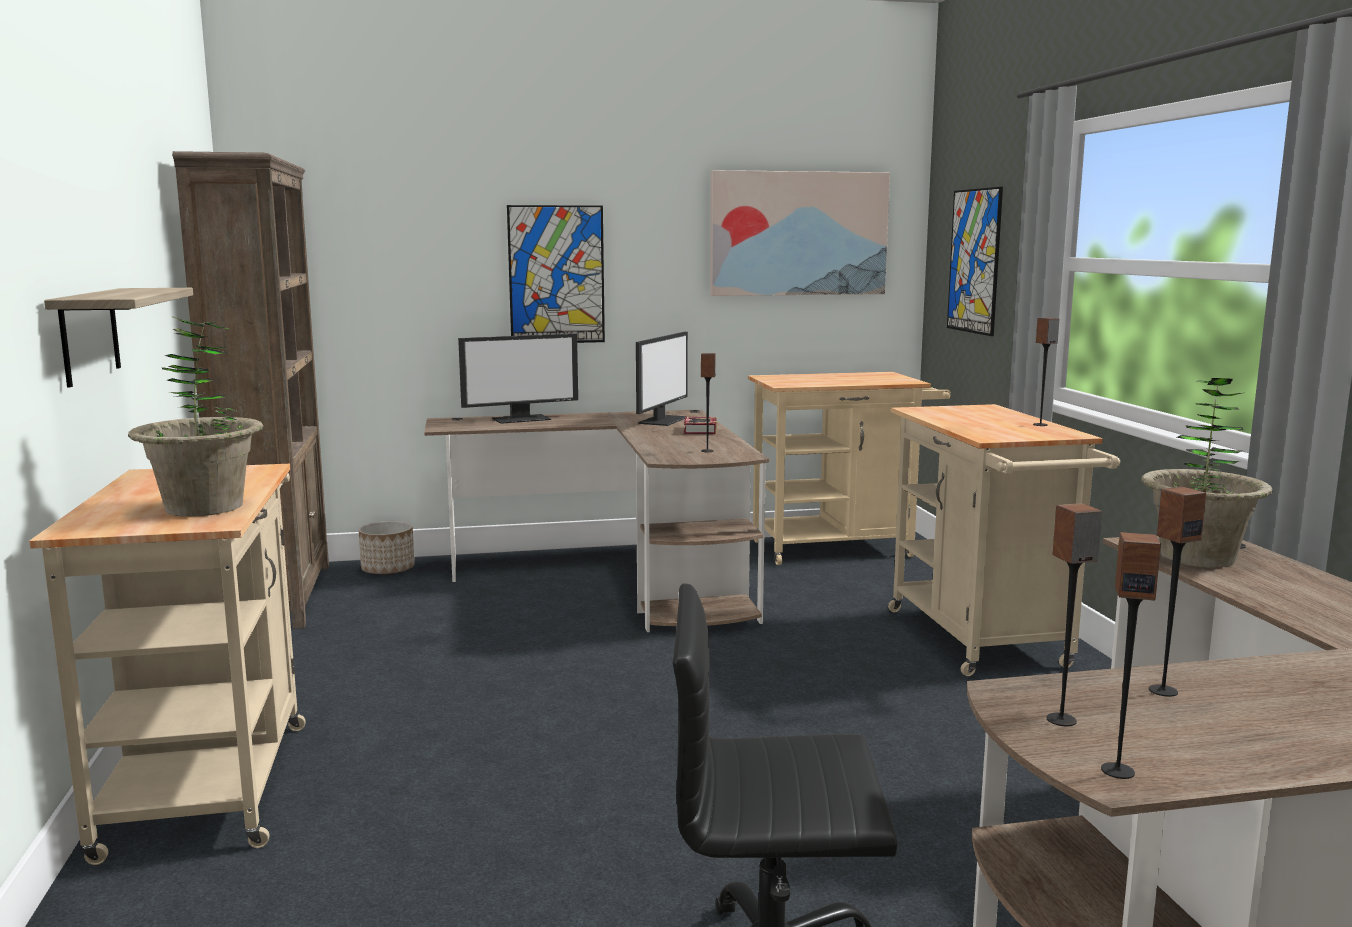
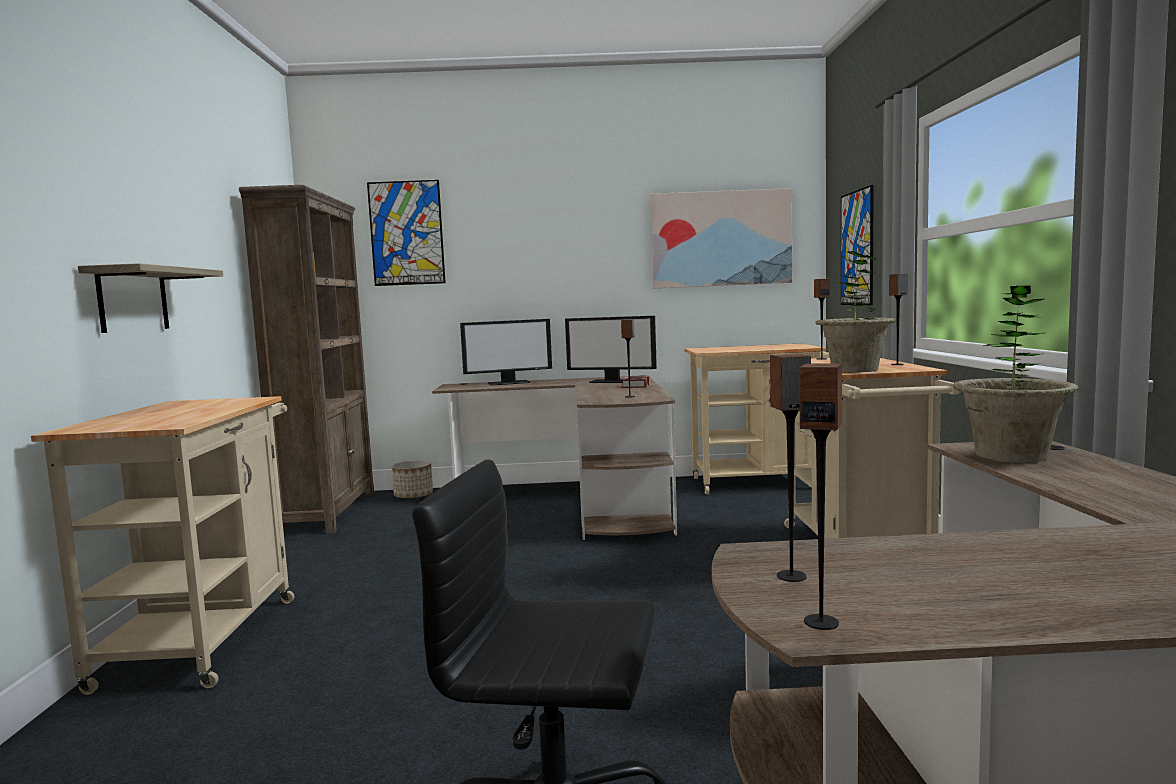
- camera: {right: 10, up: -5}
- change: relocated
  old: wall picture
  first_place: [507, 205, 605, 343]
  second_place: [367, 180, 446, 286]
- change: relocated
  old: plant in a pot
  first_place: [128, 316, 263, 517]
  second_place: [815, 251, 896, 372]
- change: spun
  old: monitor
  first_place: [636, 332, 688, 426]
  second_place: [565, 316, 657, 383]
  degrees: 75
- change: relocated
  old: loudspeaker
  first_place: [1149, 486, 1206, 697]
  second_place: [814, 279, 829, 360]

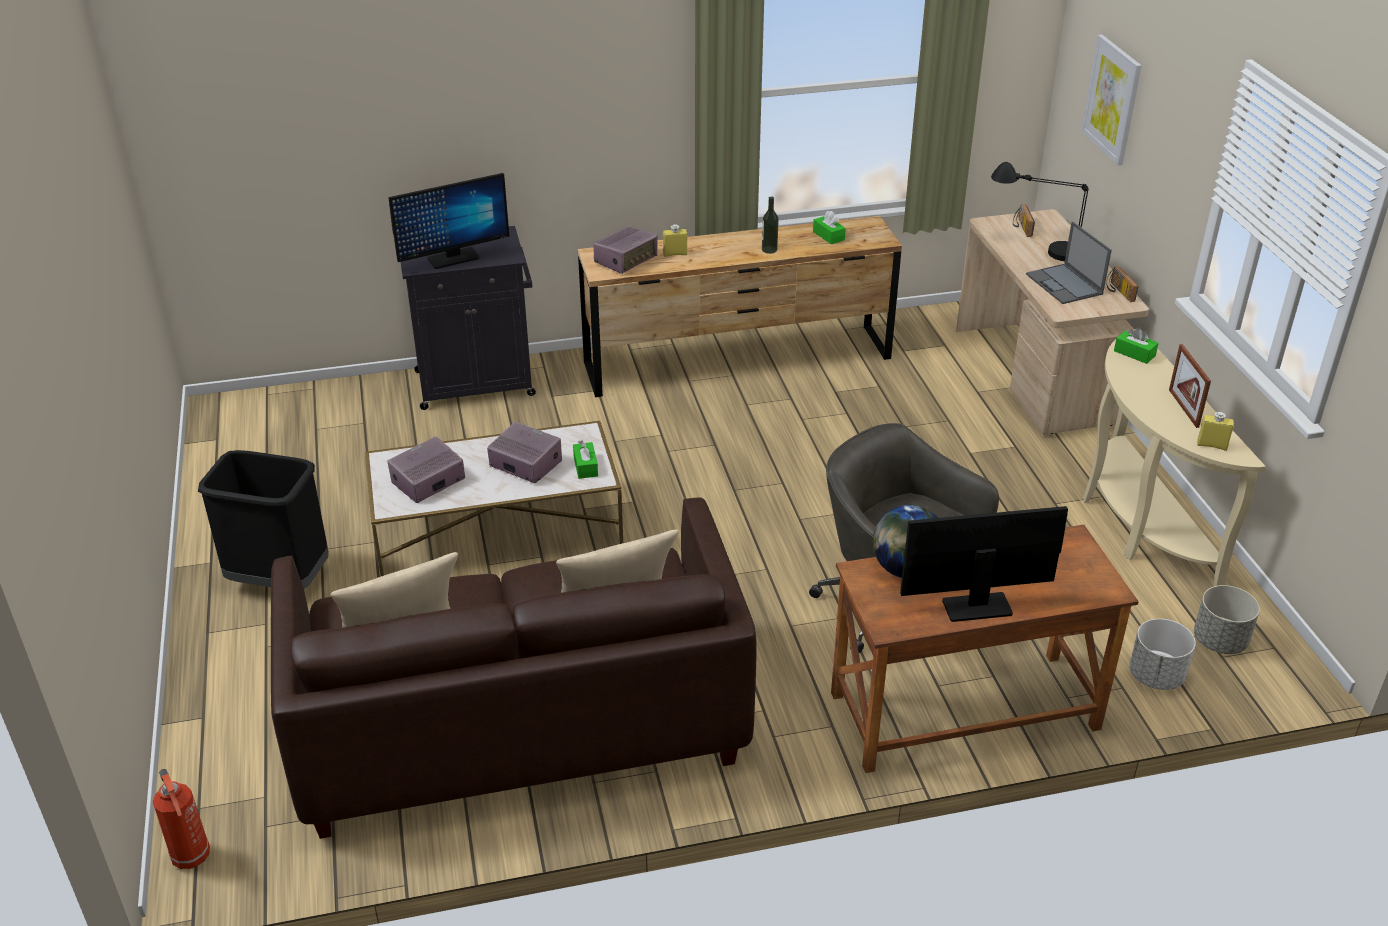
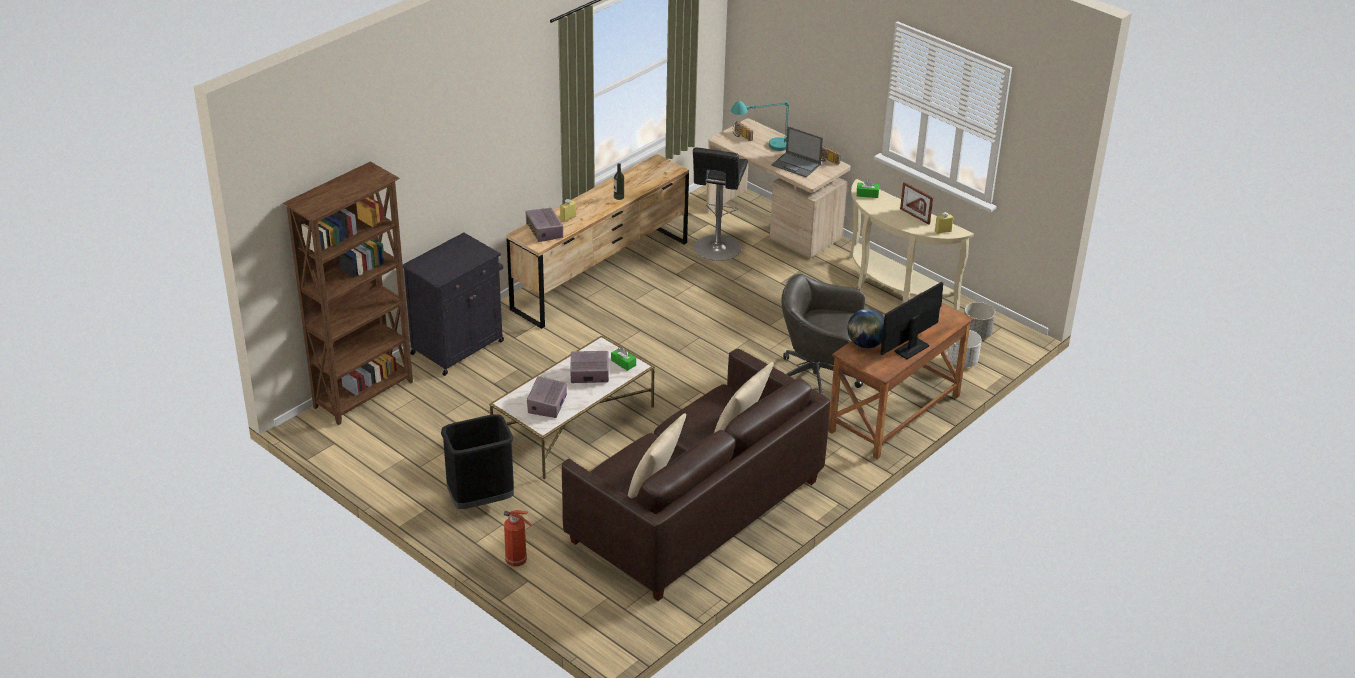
- camera: {right: -35, up: 0}
- change: missing
  old: wall picture
  first_place: [1081, 35, 1142, 165]
- change: colour
  old: black lamp for a table
  new: blue-green lamp for a table
  first_place: [991, 162, 1089, 261]
  second_place: [731, 101, 789, 151]
- change: missing
  old: monitor
  first_place: [388, 173, 509, 269]
- change: missing
  old: green tissue holder
  first_place: [813, 211, 846, 244]
- change: spun
  old: radio receiver
  first_place: [593, 226, 658, 274]
  second_place: [526, 208, 563, 242]
  degrees: 150
- change: relocated
  old: extinguisher
  first_place: [153, 769, 210, 869]
  second_place: [504, 510, 532, 567]
- change: appeared
  new: black sitting stool
  second_place: [693, 148, 748, 261]
- change: appeared
  new: brown-coloured shelving unit
  second_place: [283, 161, 413, 425]

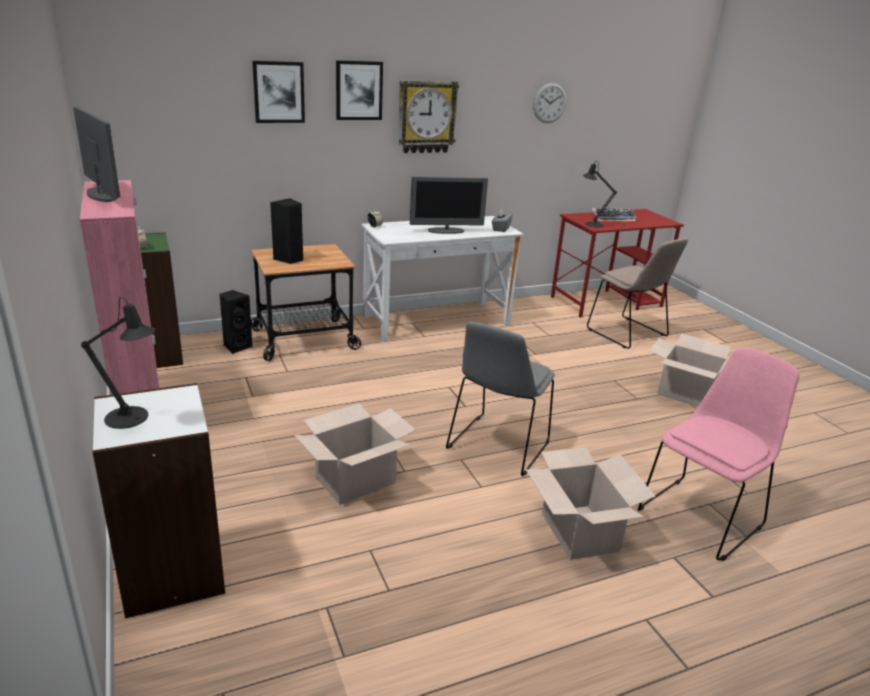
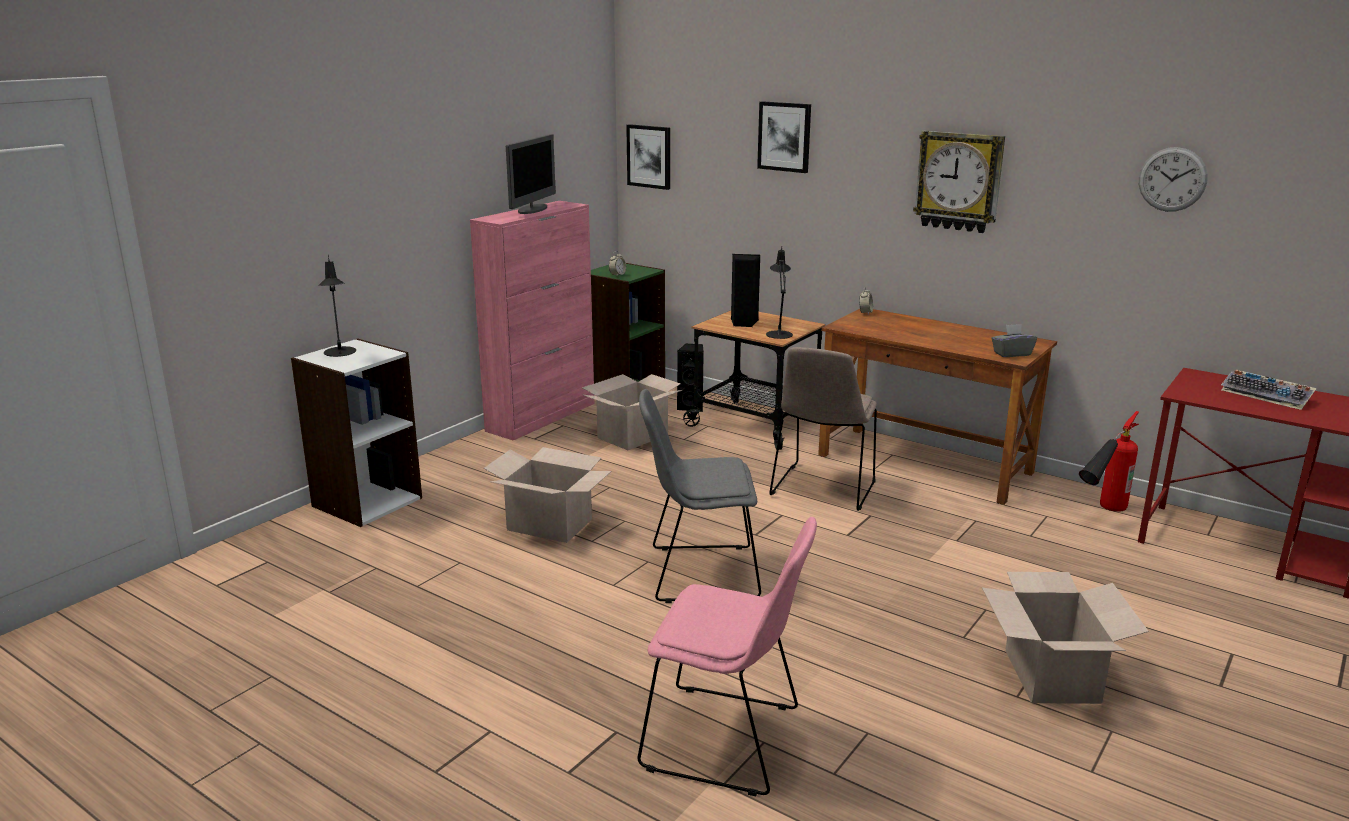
- camera: {right: 60, up: -5}
- change: relocated
  old: wall picture
  first_place: [336, 60, 383, 120]
  second_place: [626, 124, 670, 190]
- change: relocated
  old: black lamp for a table
  first_place: [583, 162, 617, 228]
  second_place: [766, 247, 793, 339]
- change: missing
  old: monitor
  first_place: [410, 176, 488, 234]
- change: colour
  old: white desk
  new: brown-coloured desk
  first_place: [361, 216, 524, 342]
  second_place: [818, 309, 1057, 505]
- change: relocated
  old: beige plain chair
  first_place: [587, 238, 688, 349]
  second_place: [770, 347, 877, 511]
- change: relocated
  old: packing box
  first_place: [525, 447, 656, 560]
  second_place: [582, 374, 682, 450]
- change: appeared
  new: extinguisher
  second_place: [1079, 411, 1139, 512]

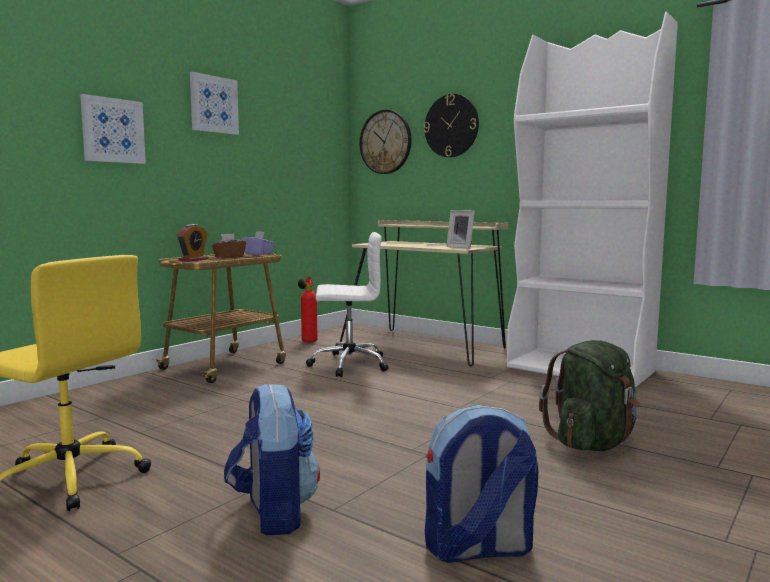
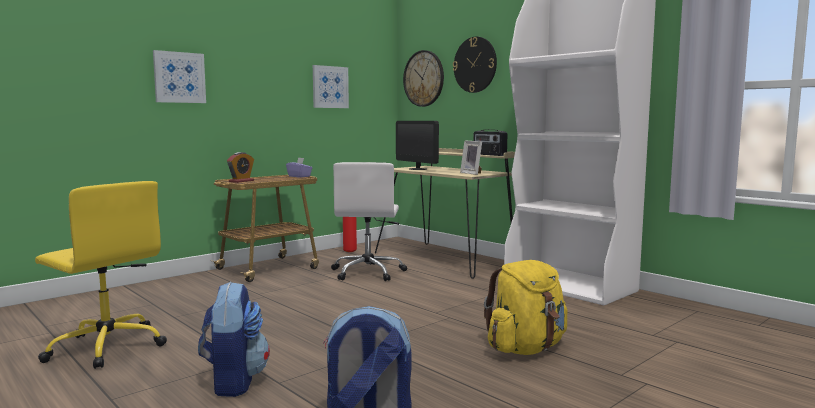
- camera: {right: 10, up: 0}
- change: relocated
  old: wall picture
  first_place: [190, 72, 239, 135]
  second_place: [313, 65, 349, 108]
- change: spun
  old: white desk chair
  first_place: [306, 232, 389, 377]
  second_place: [331, 162, 407, 281]
  degrees: 90
- change: missing
  old: brown-coloured tissue holder
  first_place: [212, 233, 246, 258]
- change: colour
  old: green knapsack
  new: yellowish knapsack
  first_place: [539, 340, 641, 451]
  second_place: [484, 260, 567, 355]
- change: appeared
  new: monitor
  second_place: [396, 121, 439, 170]
- change: appeared
  new: radio receiver
  second_place: [473, 130, 507, 156]

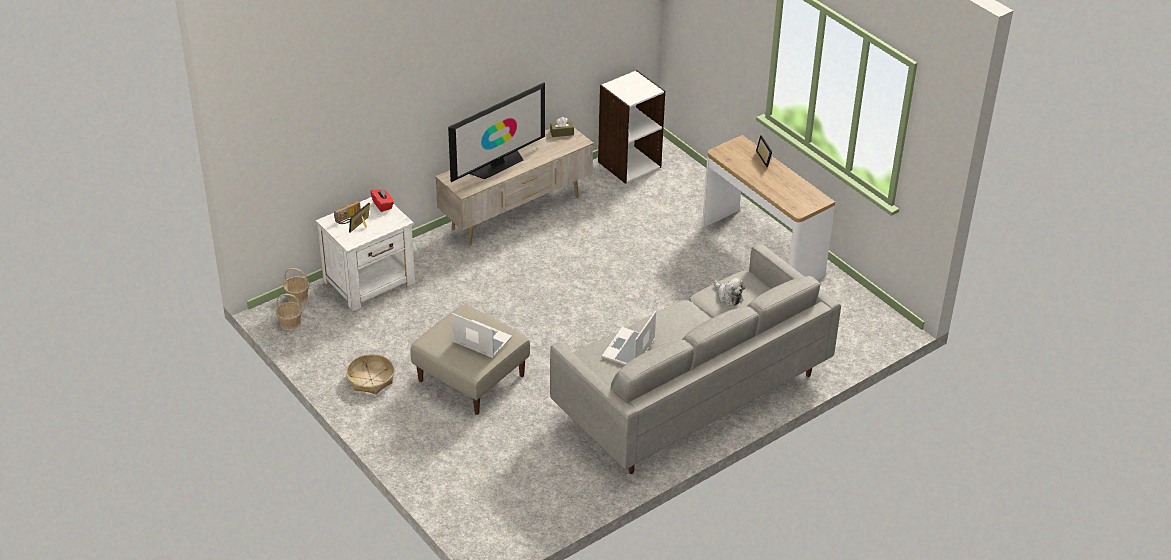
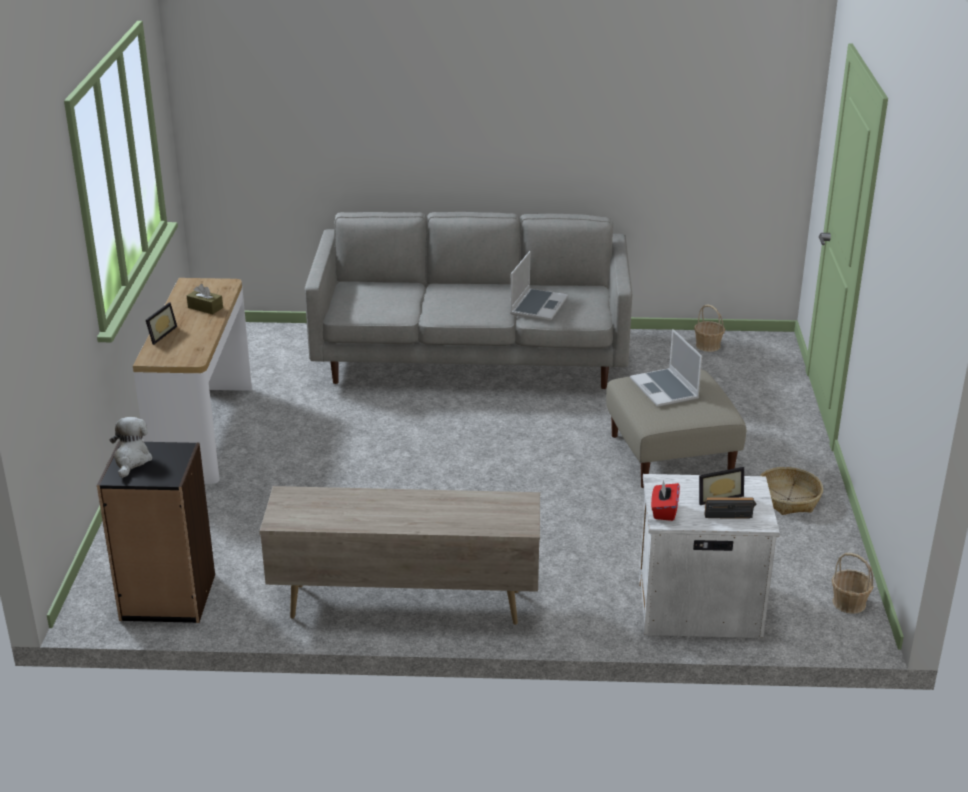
- camera: {right: -140, up: -10}
- change: colour
  old: white shelving unit
  new: black shelving unit
  first_place: [598, 70, 665, 184]
  second_place: [97, 441, 215, 623]
- change: missing
  old: TV set
  first_place: [448, 82, 545, 182]
- change: relocated
  old: brown-coloured tissue holder
  first_place: [550, 117, 574, 137]
  second_place: [187, 284, 223, 314]
- change: relocated
  old: household basket
  first_place: [283, 268, 309, 304]
  second_place: [694, 304, 725, 352]
- change: relocated
  old: cuddly toy
  first_place: [714, 278, 745, 306]
  second_place: [110, 417, 153, 478]
- change: spun
  old: notebook computer
  first_place: [602, 311, 656, 365]
  second_place: [510, 251, 568, 321]
  degrees: -45

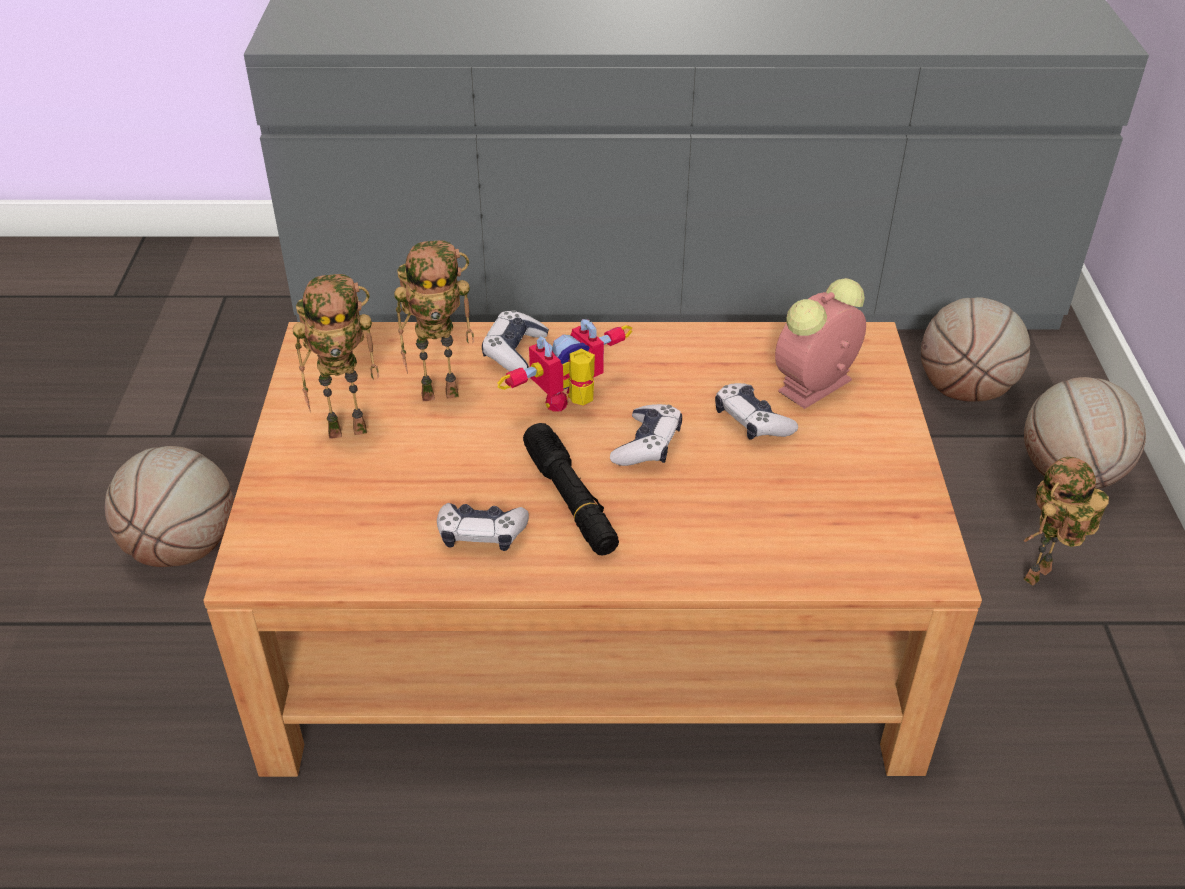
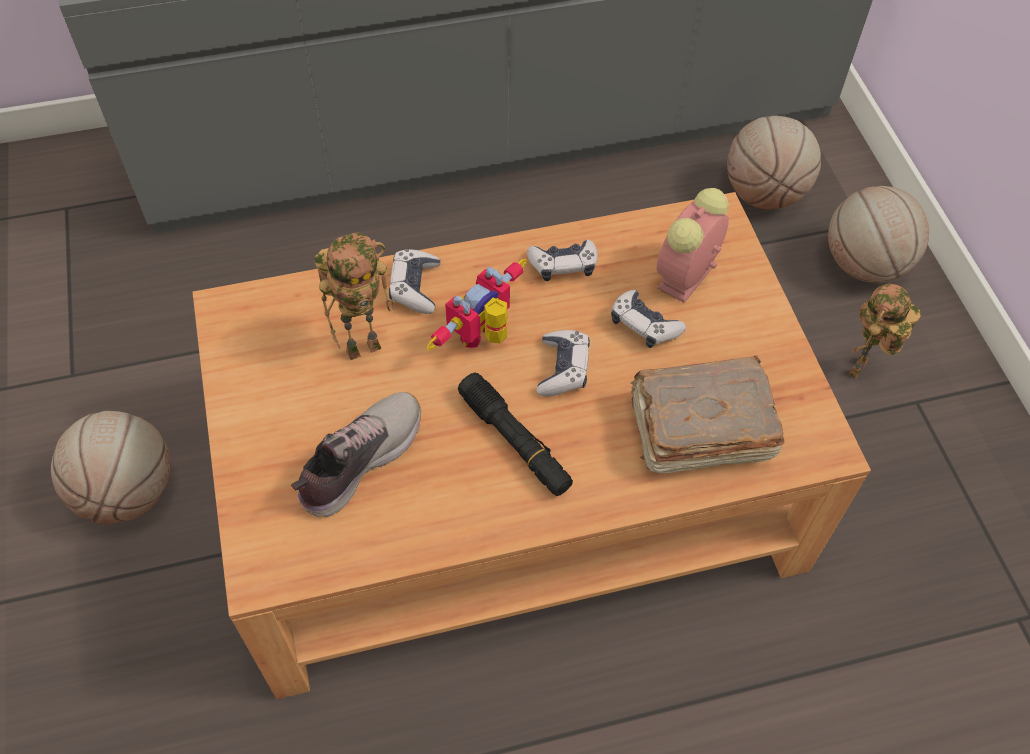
- camera: {right: -15, up: 15}
- change: missing
  old: model robot
  first_place: [293, 274, 379, 439]
- change: relocated
  old: game controller
  first_place: [437, 503, 529, 551]
  second_place: [527, 240, 598, 281]
- change: appeared
  new: brown-coloured volume
  second_place: [630, 355, 785, 473]
- change: appeared
  new: item of footwear
  second_place: [291, 392, 421, 517]

